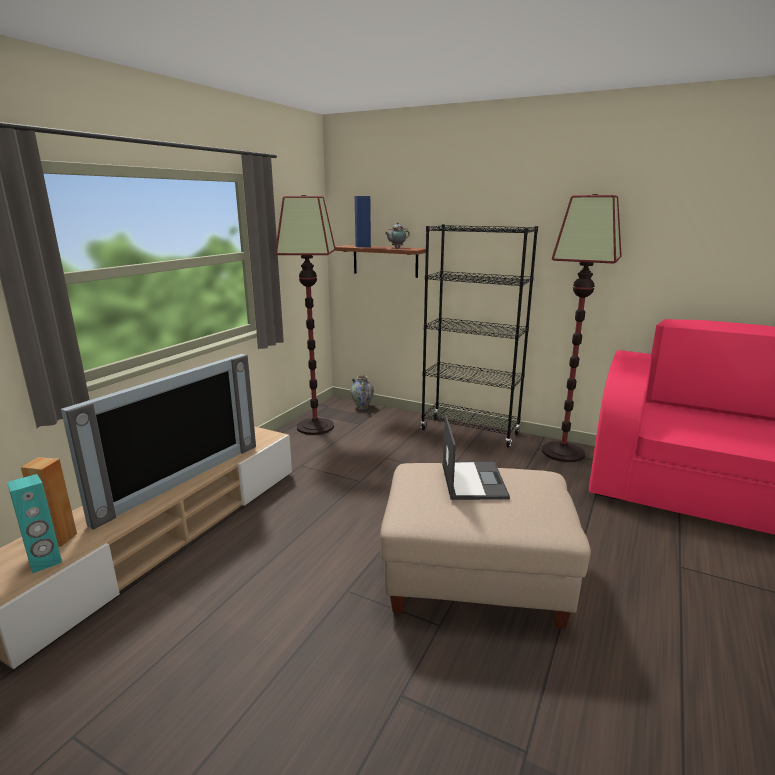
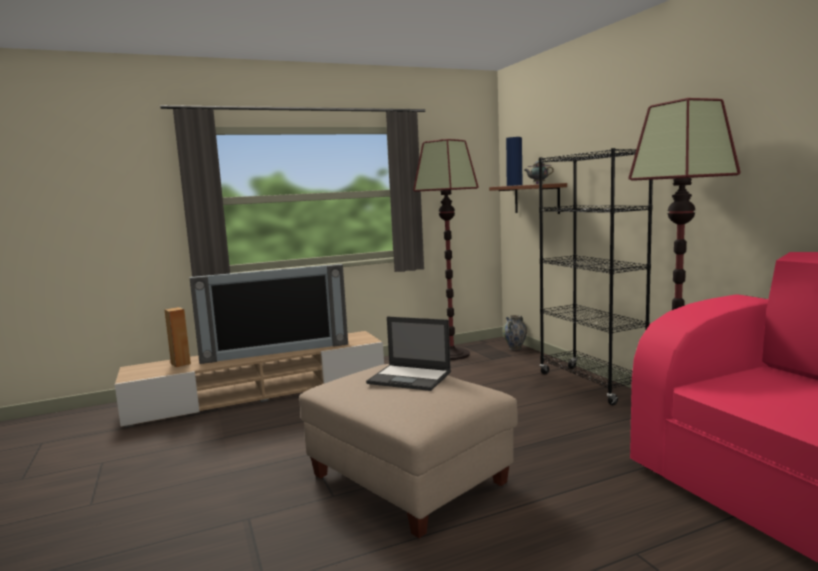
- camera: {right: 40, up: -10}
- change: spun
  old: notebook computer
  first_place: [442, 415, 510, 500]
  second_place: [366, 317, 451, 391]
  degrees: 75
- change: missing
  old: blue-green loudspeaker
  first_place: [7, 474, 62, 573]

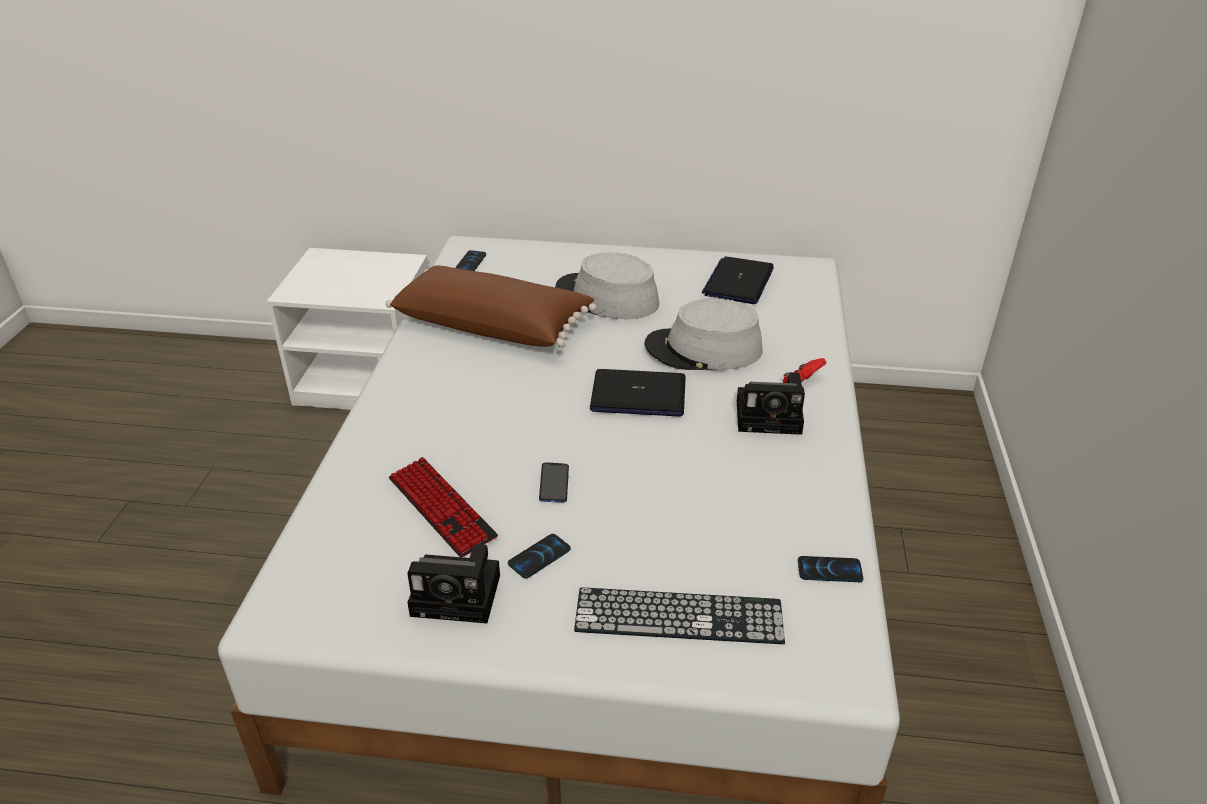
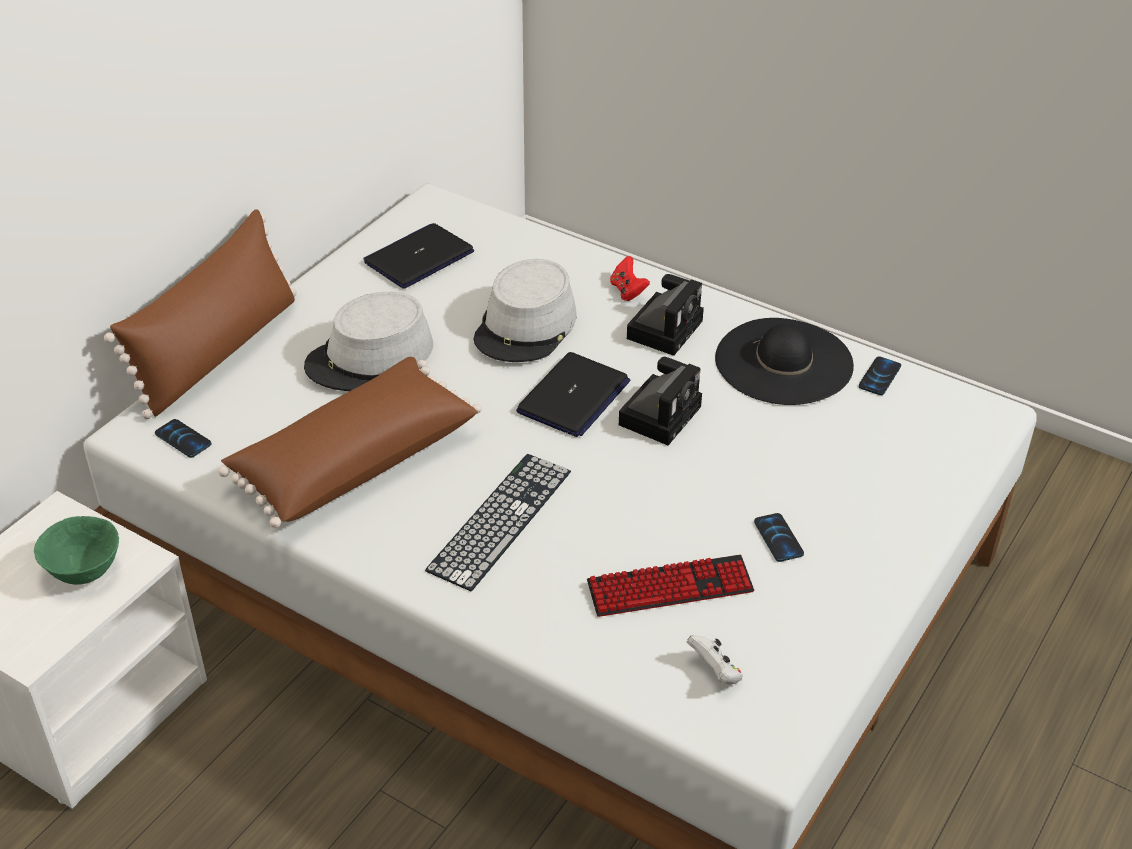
- camera: {right: -65, up: 5}
- change: spun
  old: notebook computer
  first_place: [702, 257, 774, 304]
  second_place: [364, 223, 474, 289]
  degrees: 90
- change: missing
  old: phone
  first_place: [539, 462, 569, 503]
- change: relocated
  old: photo camera
  first_place: [407, 544, 500, 623]
  second_place: [619, 357, 702, 445]
- change: relocated
  old: computer keyboard
  first_place: [574, 588, 785, 644]
  second_place: [425, 454, 571, 591]
- change: appeared
  new: brown-coloured pillow
  second_place: [104, 209, 297, 419]
- change: appeared
  new: black wearable hat
  second_place: [715, 318, 854, 405]
- change: appeared
  new: green bowl
  second_place: [34, 516, 119, 585]
- change: appeared
  new: white game controller
  second_place: [687, 635, 743, 685]

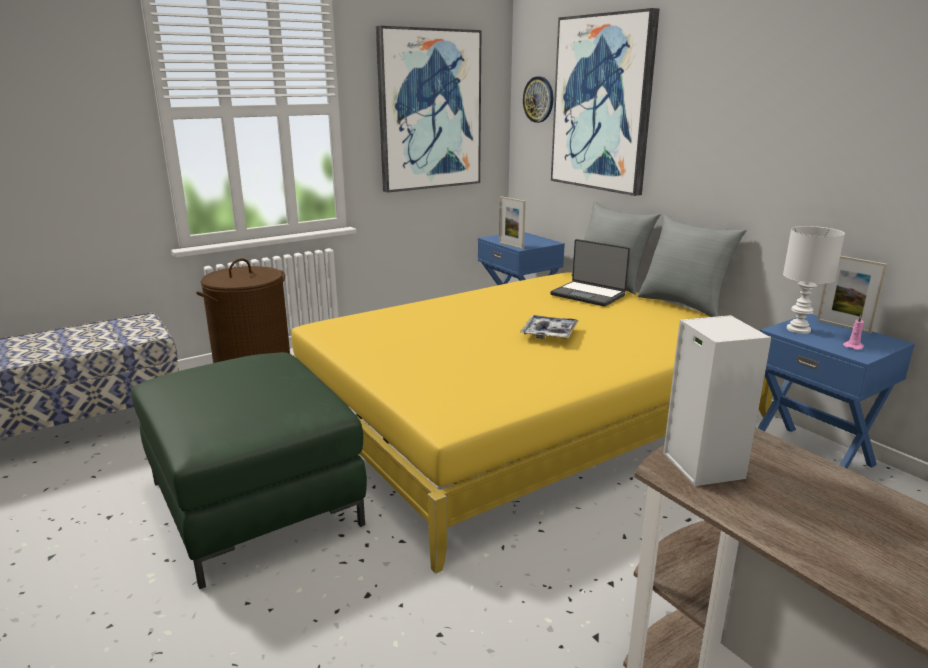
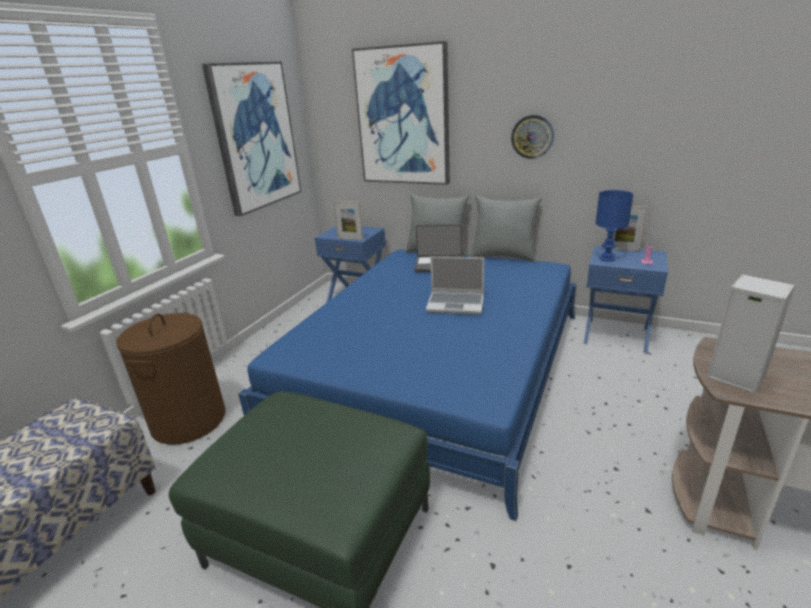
- camera: {right: -30, up: 5}
- change: relocated
  old: clock on the wall
  first_place: [523, 76, 553, 123]
  second_place: [511, 115, 554, 159]
- change: colour
  old: white lamp for a table
  new: blue lamp for a table
  first_place: [783, 226, 845, 334]
  second_place: [595, 190, 633, 262]
- change: colour
  old: yellowish sleeping bed
  new: blue sleeping bed
  first_place: [291, 272, 776, 574]
  second_place: [238, 249, 577, 521]
- change: exchanged
  old: tray
  new: notebook computer
  first_place: [520, 315, 578, 339]
  second_place: [426, 256, 484, 314]

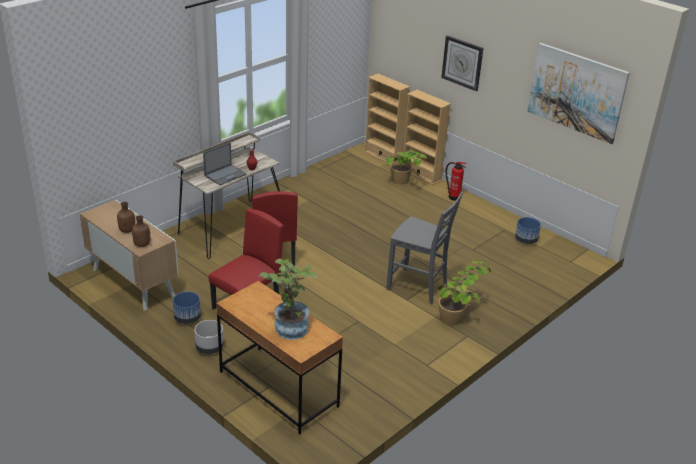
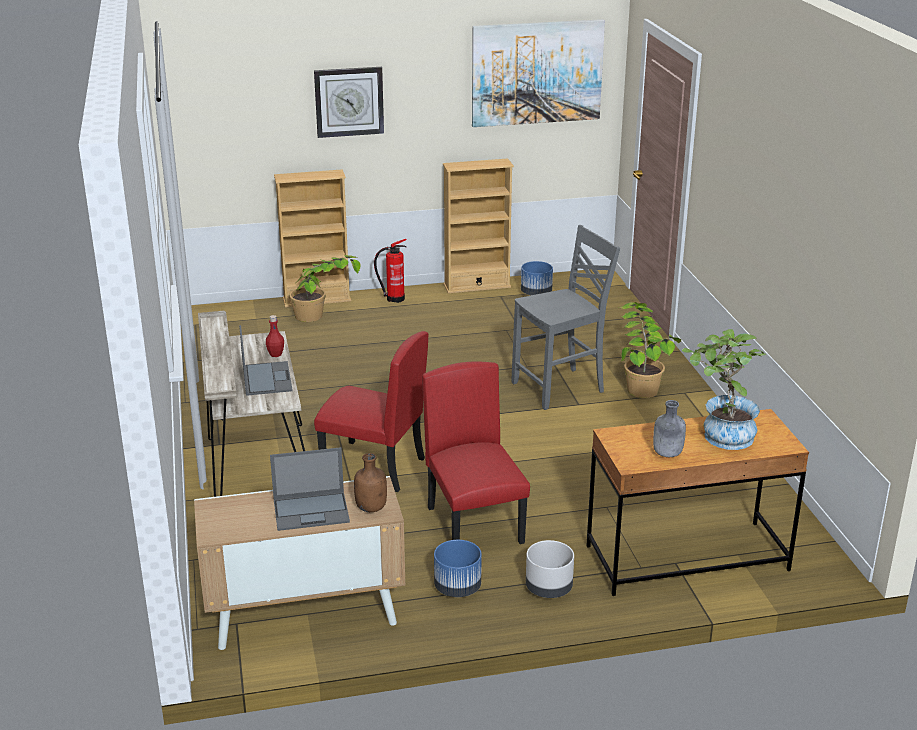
- camera: {right: -55, up: -5}
- change: relocated
  old: beige shelving unit
  first_place: [364, 74, 410, 163]
  second_place: [443, 158, 514, 294]
- change: exchanged
  old: brown-coloured drink bottle
  new: notebook computer
  first_place: [117, 202, 135, 233]
  second_place: [270, 447, 350, 531]
- change: appeared
  new: greyish drink bottle
  second_place: [653, 400, 686, 457]

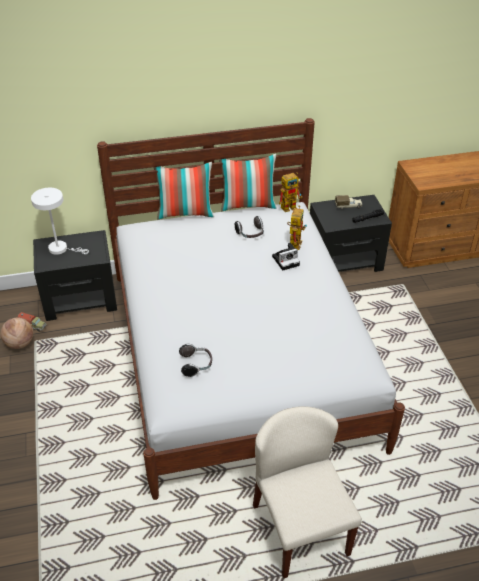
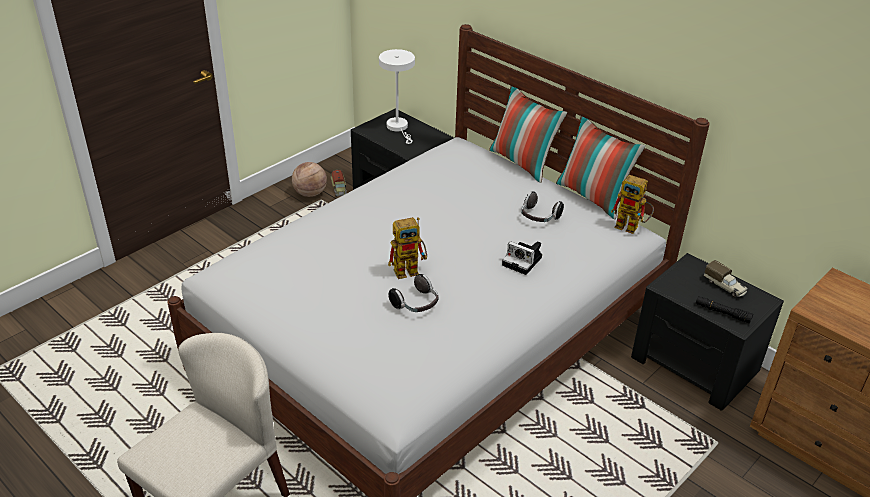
- camera: {right: 55, up: -5}
- change: relocated
  old: model robot
  first_place: [287, 205, 307, 250]
  second_place: [388, 217, 427, 279]
- change: relocated
  old: headphones
  first_place: [179, 344, 212, 377]
  second_place: [388, 274, 439, 312]

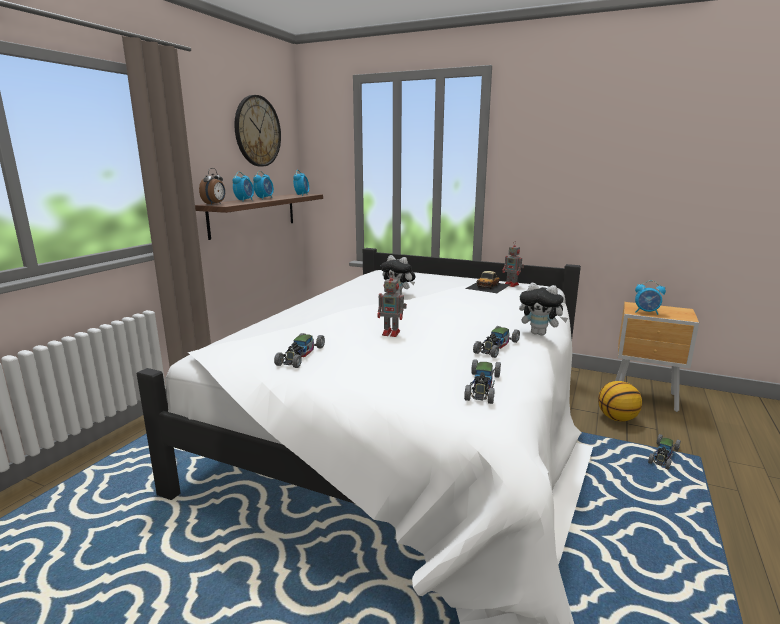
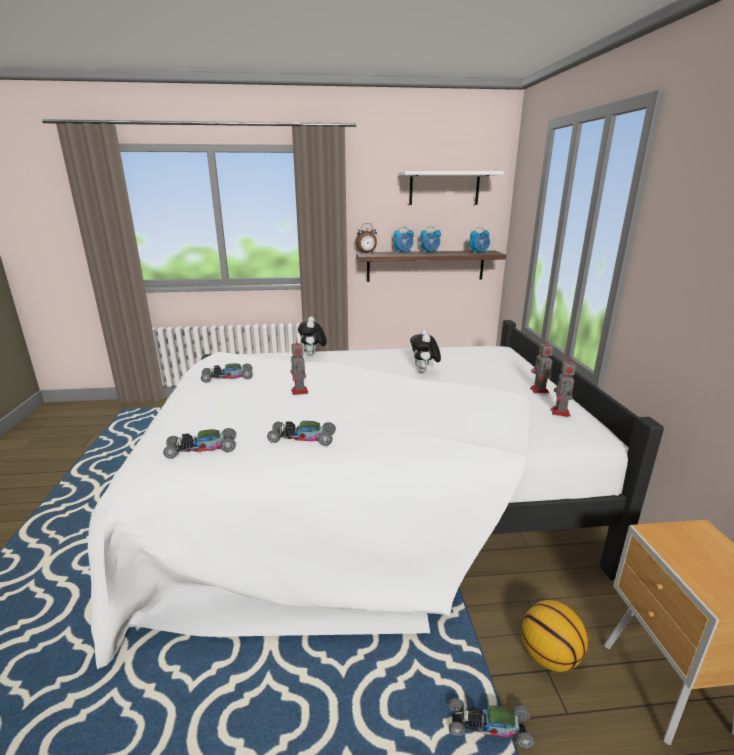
- camera: {right: 60, up: 5}
- change: exchanged
  old: clock on the wall
  new: white bracket shelf
  first_place: [234, 95, 281, 167]
  second_place: [399, 171, 504, 205]
- change: missing
  old: toy car
  first_place: [465, 271, 510, 293]
- change: missing
  old: alarm clock
  first_place: [635, 280, 666, 315]
- change: relocated
  old: cuddly toy
  first_place: [519, 283, 568, 336]
  second_place: [298, 316, 327, 356]
- change: appeared
  new: model robot
  second_place: [530, 338, 553, 393]

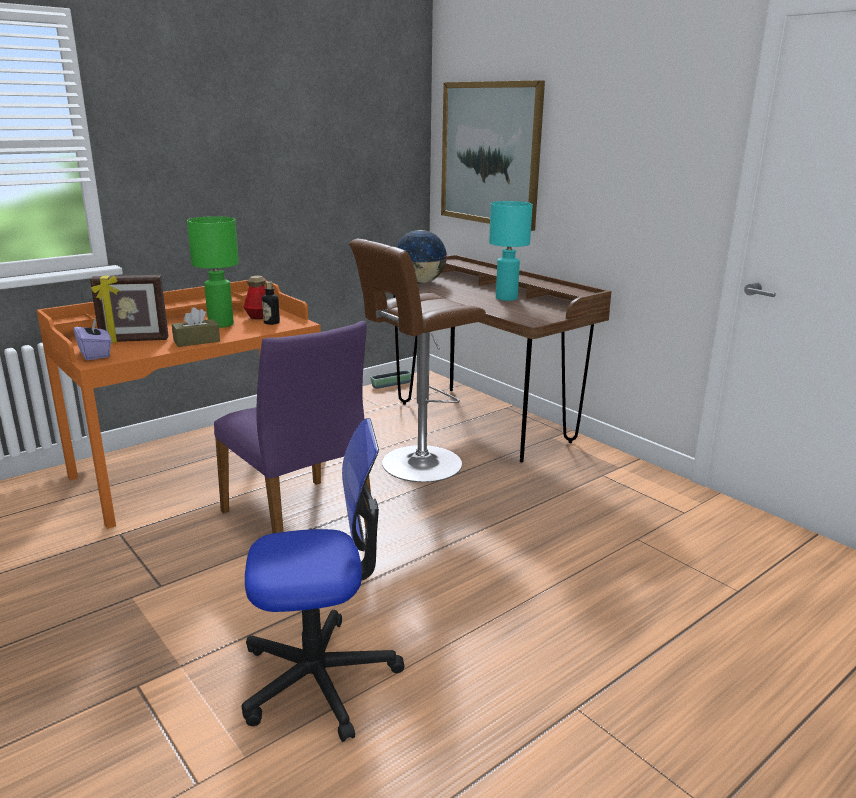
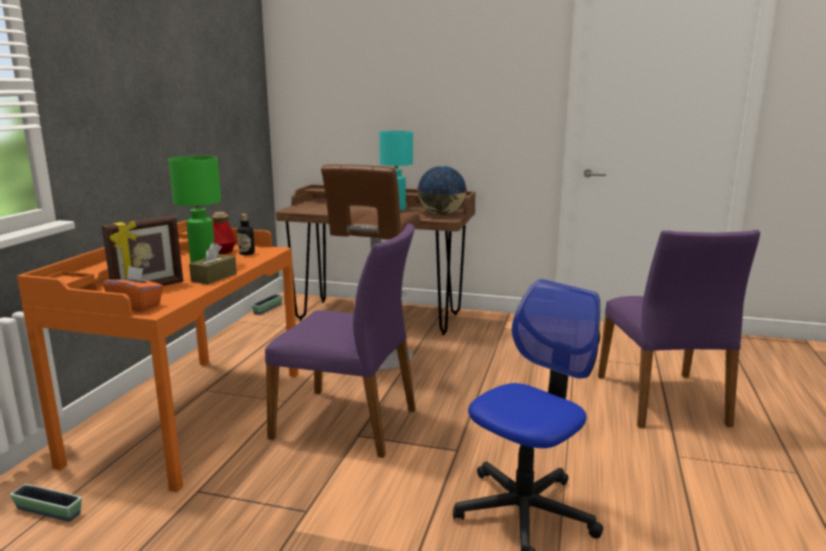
- camera: {right: -35, up: -5}
- change: missing
  old: wall picture
  first_place: [441, 80, 545, 231]
- change: relocated
  old: desk globe
  first_place: [396, 230, 448, 284]
  second_place: [417, 166, 467, 215]
- change: colour
  old: purplish tissue holder
  new: orange-coloured tissue holder
  first_place: [74, 317, 112, 360]
  second_place: [103, 266, 164, 311]
- change: appeared
  new: purplish plain chair
  second_place: [598, 230, 760, 428]
- change: appeared
  new: flower pot
  second_place: [10, 484, 82, 522]

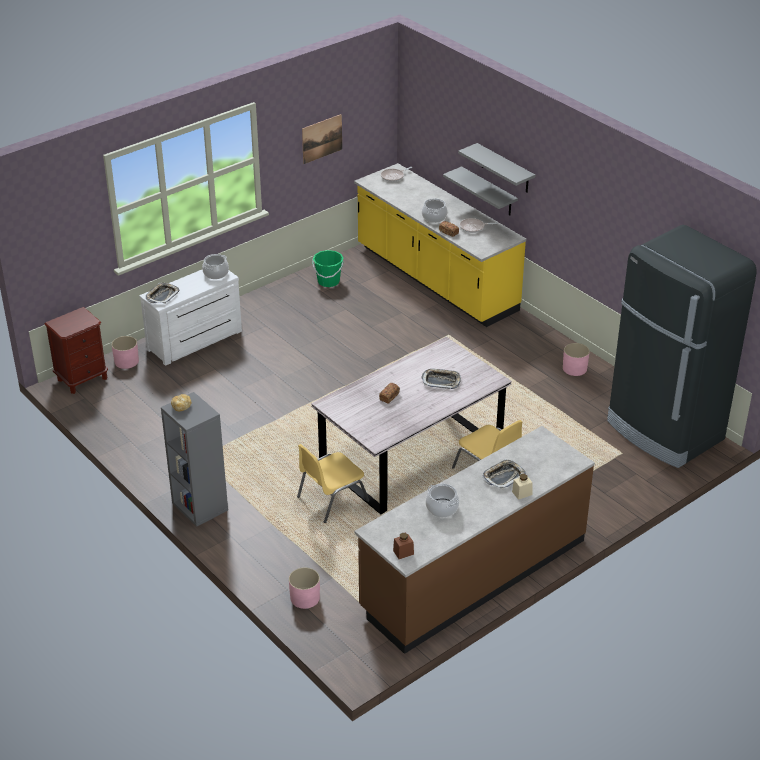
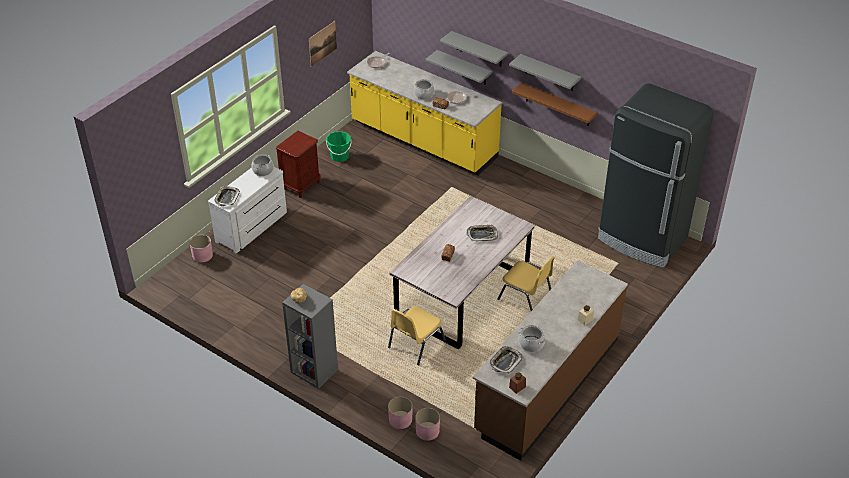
- camera: {right: -15, up: 5}
- change: relocated
  old: brown-coloured bedside table
  first_place: [45, 307, 108, 394]
  second_place: [276, 131, 321, 198]
- change: relocated
  old: pink-coloured flower pot
  first_place: [563, 343, 590, 376]
  second_place: [388, 396, 413, 429]
- change: relocated
  old: tray
  first_place: [483, 459, 526, 489]
  second_place: [490, 346, 523, 374]
- change: appeared
  new: greyish bracket shelf
  second_place: [509, 54, 581, 91]
- change: appeared
  new: brown-coloured bracket shelf
  second_place: [512, 83, 597, 126]

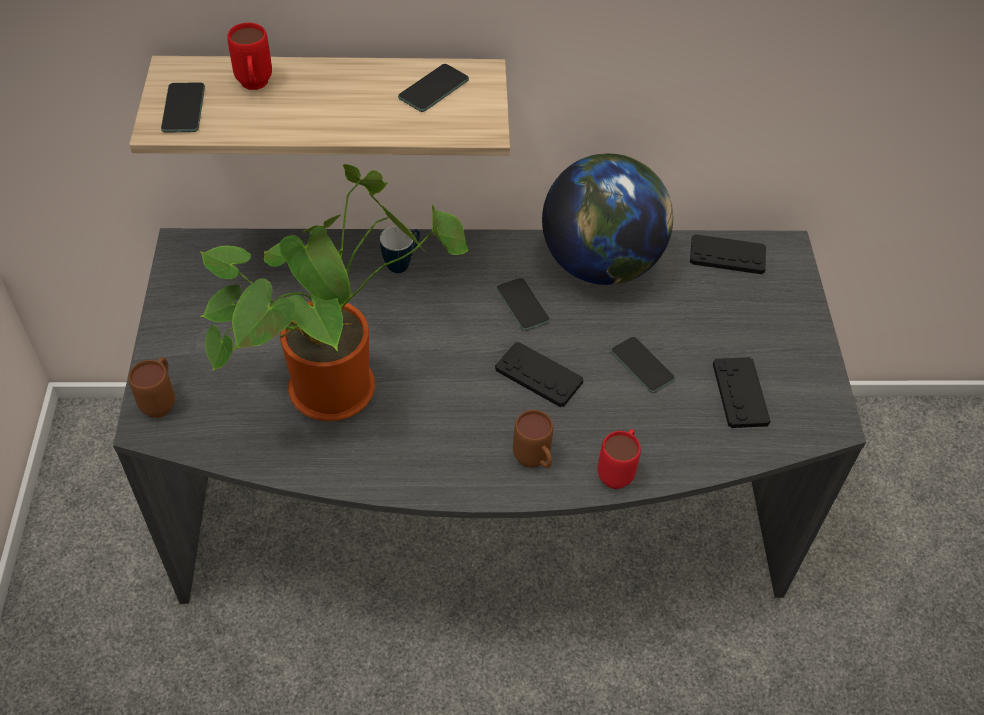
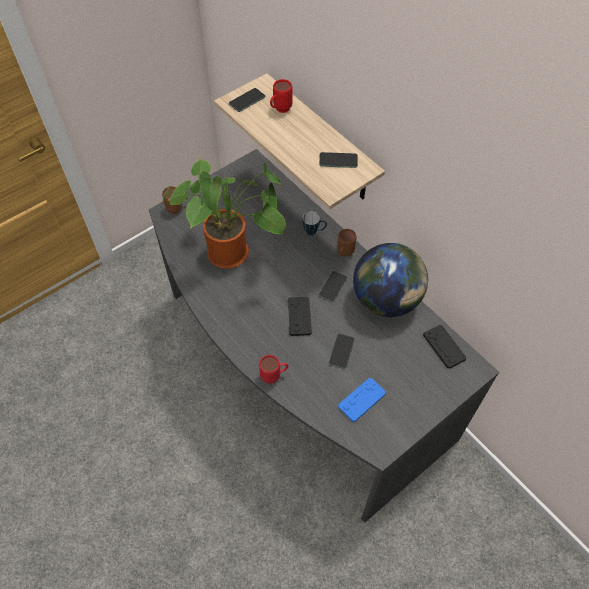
- camera: {right: 55, up: 5}
- change: colour
  old: black game controller
  new: blue game controller
  first_place: [713, 357, 770, 428]
  second_place: [338, 377, 386, 422]
- change: relocated
  old: brown-coloured coffee mug
  first_place: [513, 410, 553, 468]
  second_place: [337, 229, 357, 257]

